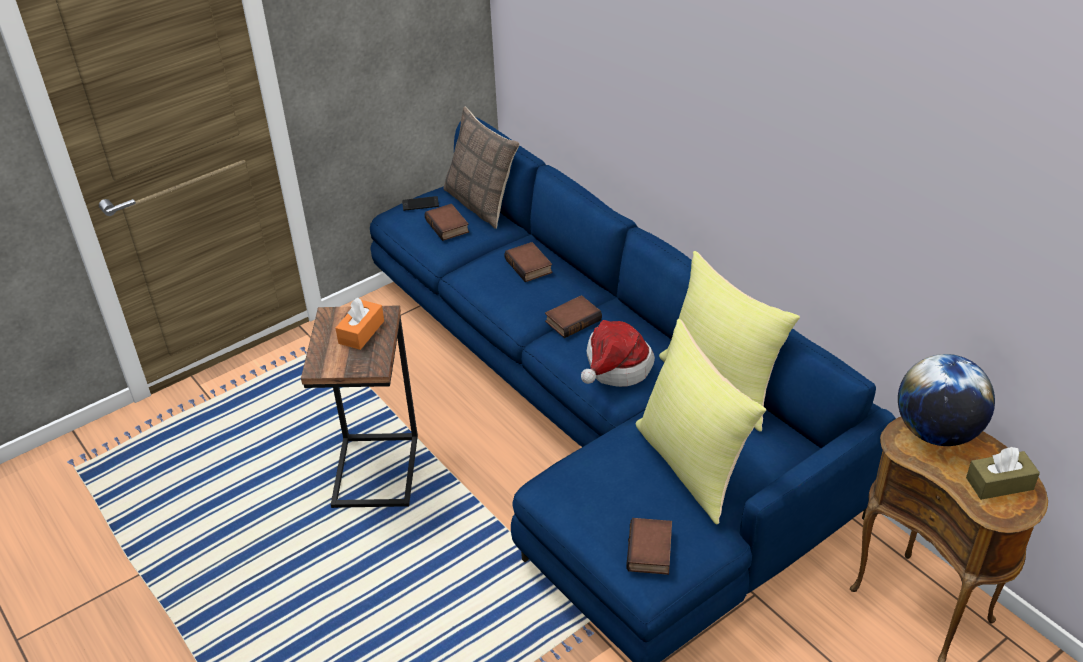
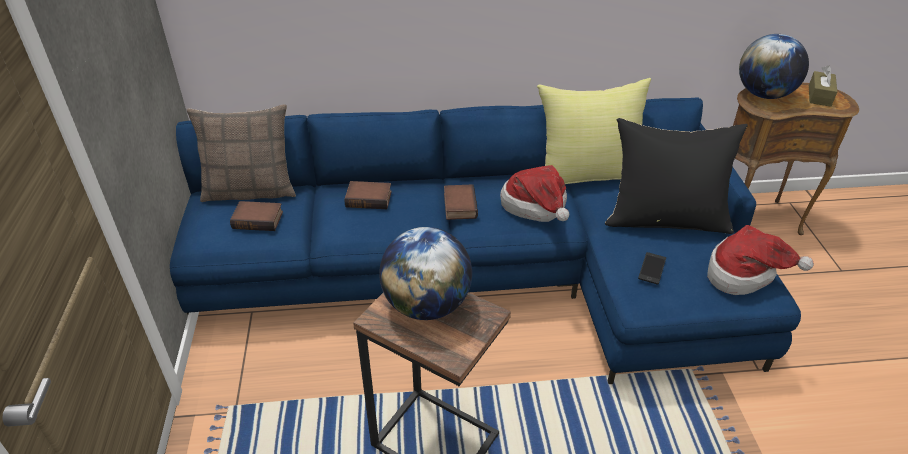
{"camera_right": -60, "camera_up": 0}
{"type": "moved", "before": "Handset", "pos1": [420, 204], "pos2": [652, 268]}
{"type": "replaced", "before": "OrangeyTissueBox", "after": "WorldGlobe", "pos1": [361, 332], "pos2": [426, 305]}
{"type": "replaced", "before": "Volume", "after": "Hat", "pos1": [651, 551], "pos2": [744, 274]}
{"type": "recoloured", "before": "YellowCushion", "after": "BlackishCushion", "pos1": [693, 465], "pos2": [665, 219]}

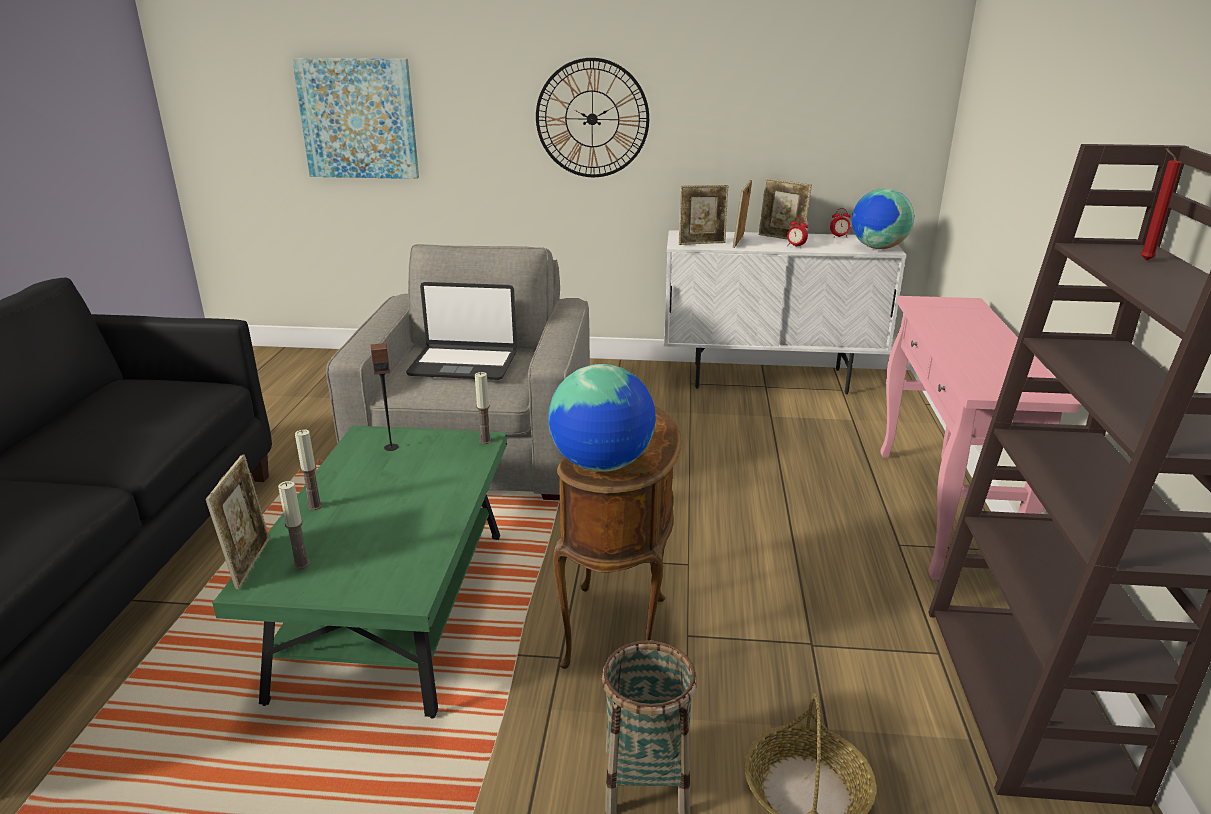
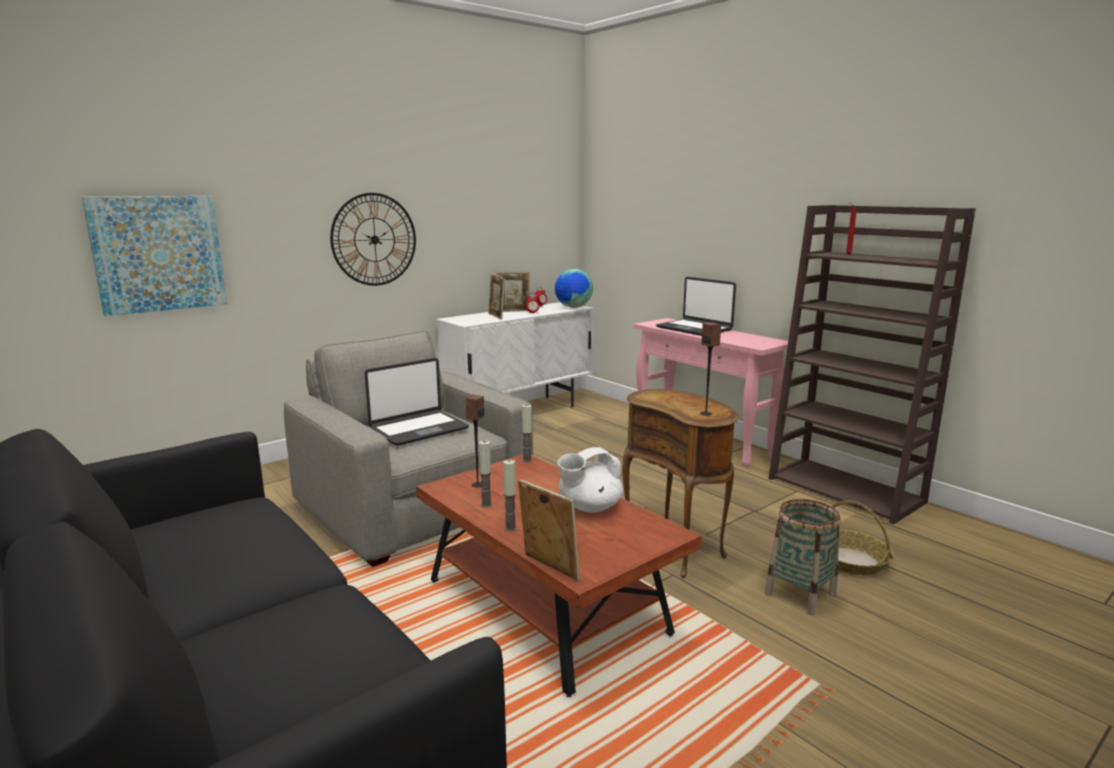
{"camera_right": -45, "camera_up": -10}
{"type": "removed", "before": "StandingFrame", "pos1": [701, 243]}
{"type": "added", "after": "WhitishTeaPot", "pos2": [589, 507]}
{"type": "added", "after": "PortableComputer", "pos2": [694, 329]}
{"type": "moved", "before": "WaxCandle", "pos1": [301, 564], "pos2": [486, 504]}
{"type": "replaced", "before": "WorldGlobe", "after": "AudioSpeaker", "pos1": [602, 464], "pos2": [706, 413]}
{"type": "recoloured", "before": "GreenishLoungeTable", "after": "BrownishLoungeTable", "pos1": [397, 612], "pos2": [546, 607]}

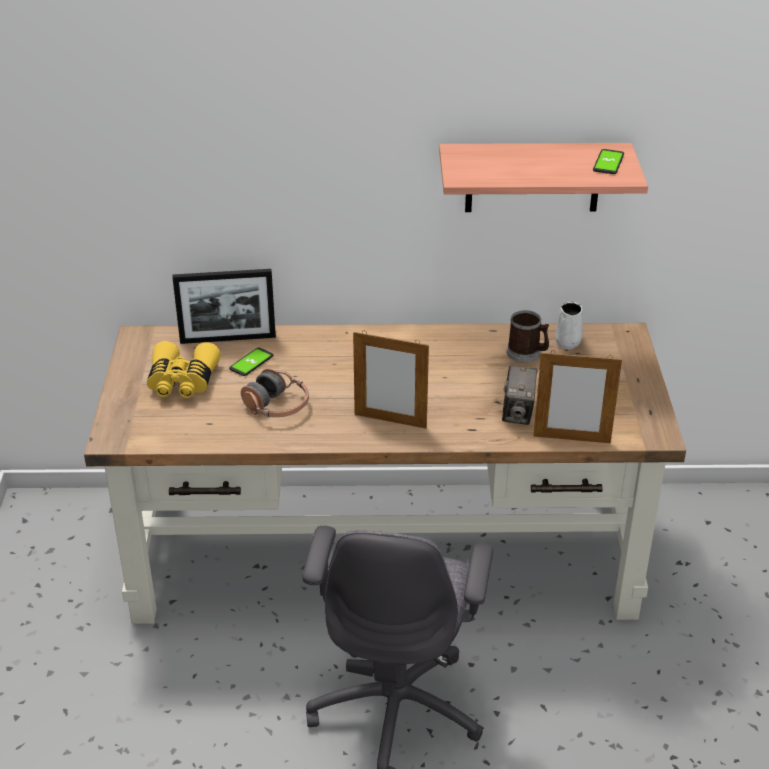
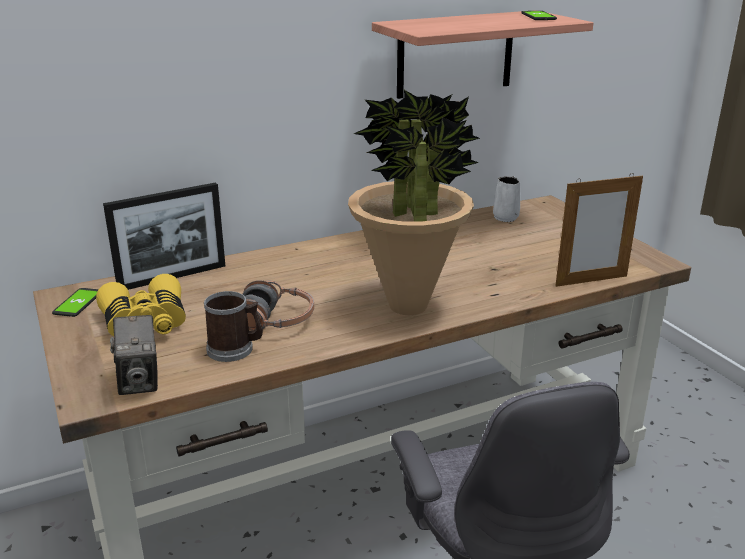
{"camera_right": -25, "camera_up": -10}
{"type": "moved", "before": "Handset", "pos1": [251, 362], "pos2": [78, 303]}
{"type": "moved", "before": "PhotoCamera", "pos1": [518, 413], "pos2": [139, 381]}
{"type": "moved", "before": "CoffeeMug", "pos1": [527, 353], "pos2": [235, 349]}
{"type": "replaced", "before": "StandingFrame", "after": "PlantInAPot", "pos1": [390, 421], "pos2": [409, 305]}

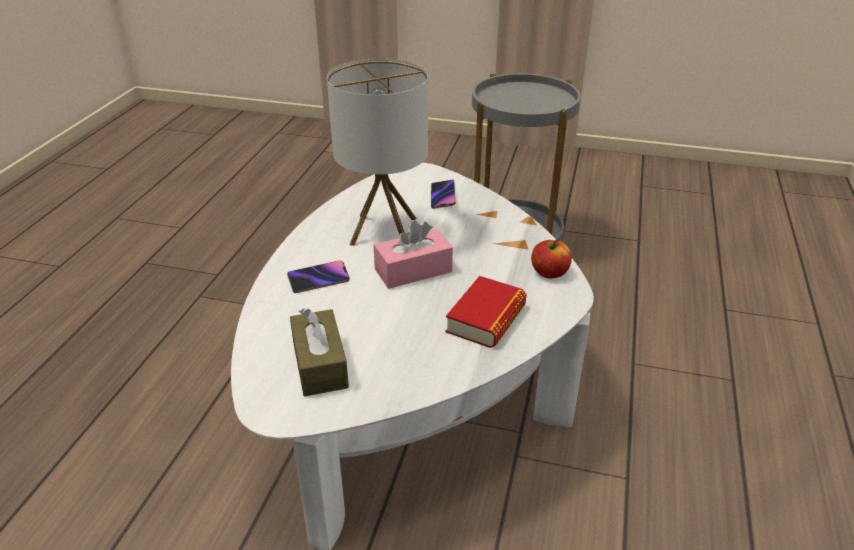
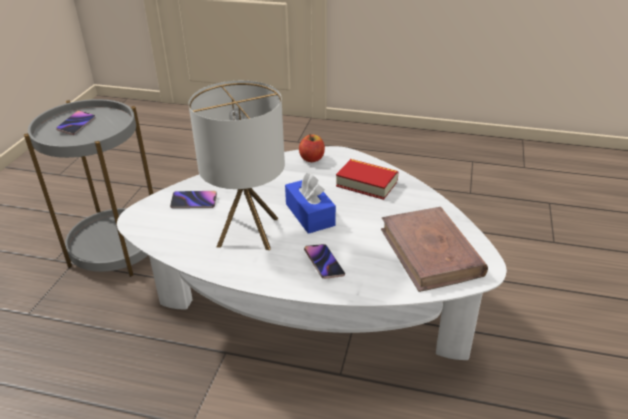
{"camera_right": -90, "camera_up": 0}
{"type": "added", "after": "Handset", "pos2": [76, 125]}
{"type": "replaced", "before": "BrownishTissueBox", "after": "BrownishVolume", "pos1": [320, 364], "pos2": [431, 252]}
{"type": "recoloured", "before": "PinkTissueBox", "after": "BlueTissueBox", "pos1": [413, 270], "pos2": [310, 214]}

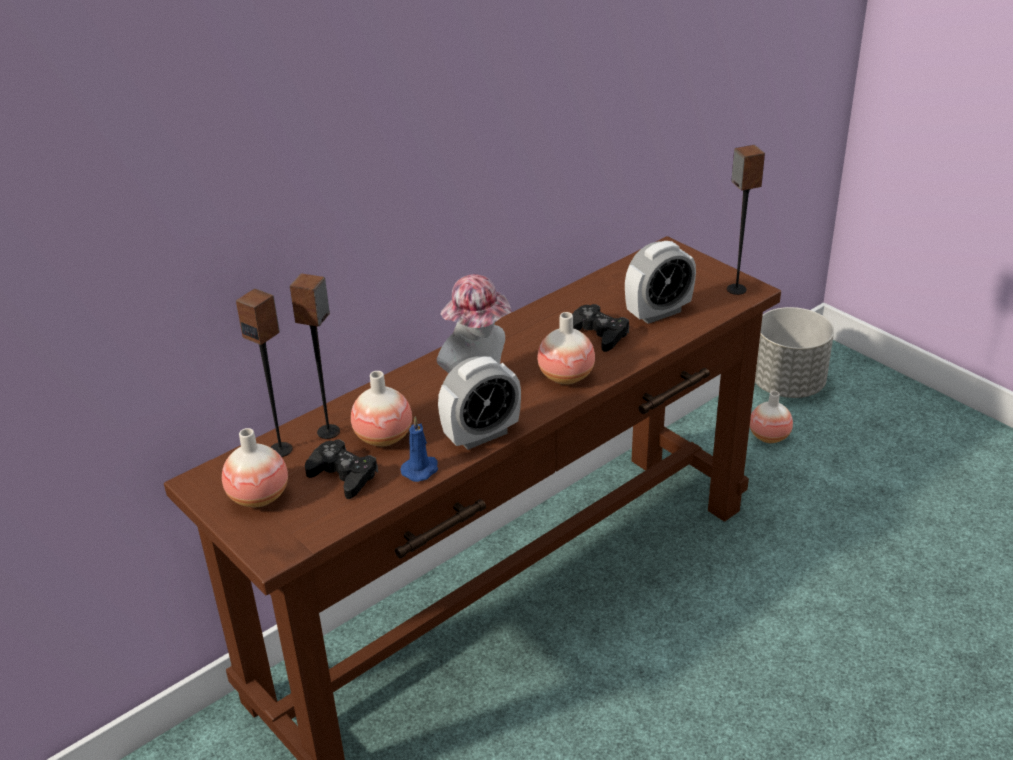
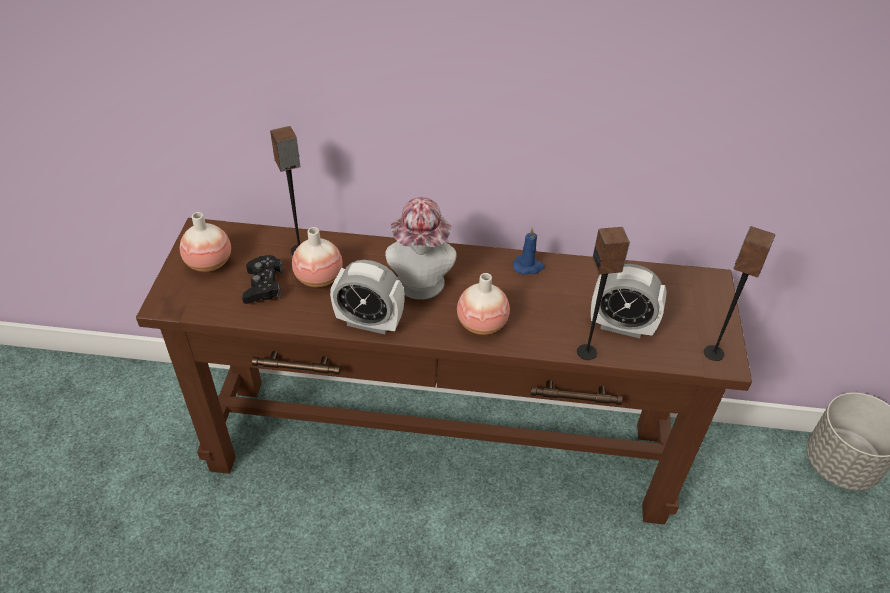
{"camera_right": 45, "camera_up": 10}
{"type": "removed", "before": "BlackishGamepad", "pos1": [598, 334]}
{"type": "removed", "before": "DecorativeVase", "pos1": [769, 437]}
{"type": "moved", "before": "AudioSpeaker", "pos1": [281, 449], "pos2": [587, 352]}
{"type": "moved", "before": "BlueWaxCandle", "pos1": [421, 469], "pos2": [528, 267]}

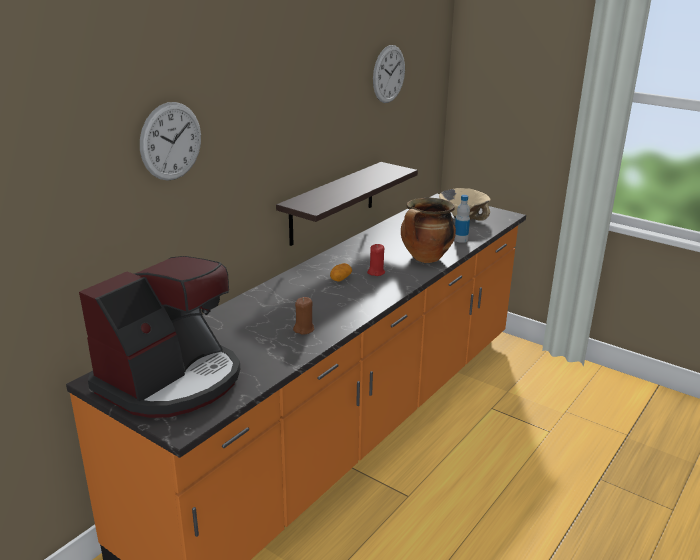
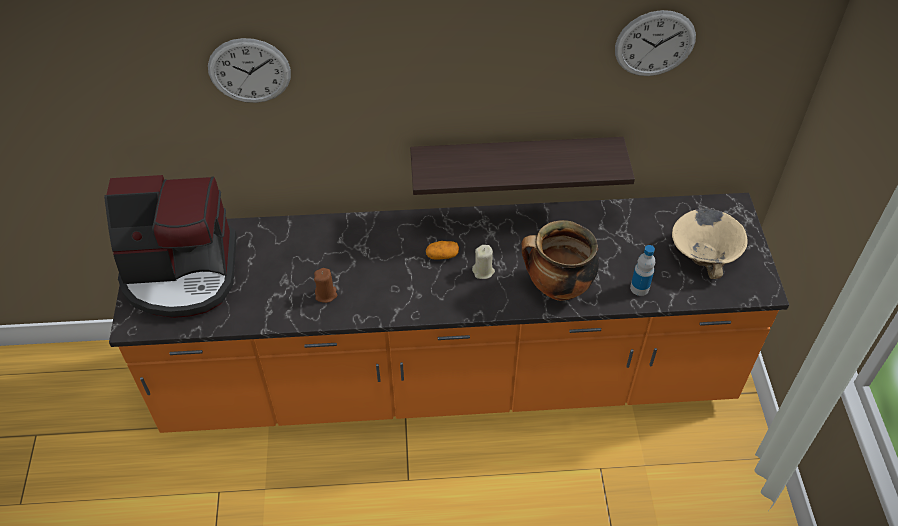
{"camera_right": 50, "camera_up": 25}
{"type": "recoloured", "before": "RedWaxCandle", "after": "BeigeColouredWaxCandle", "pos1": [376, 272], "pos2": [483, 271]}

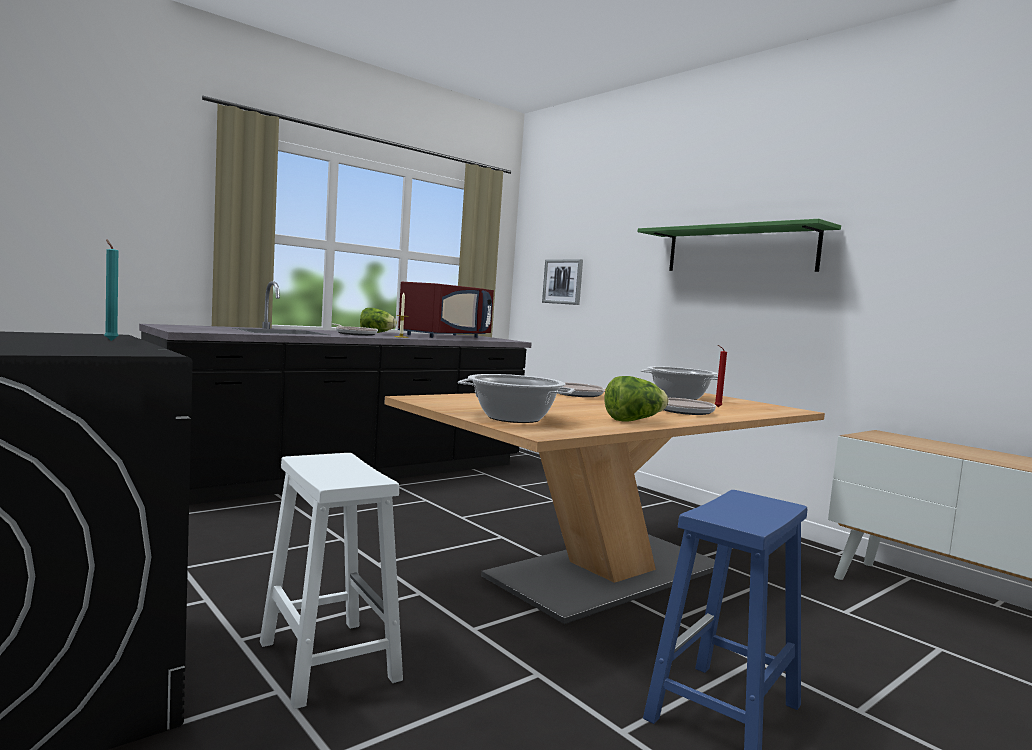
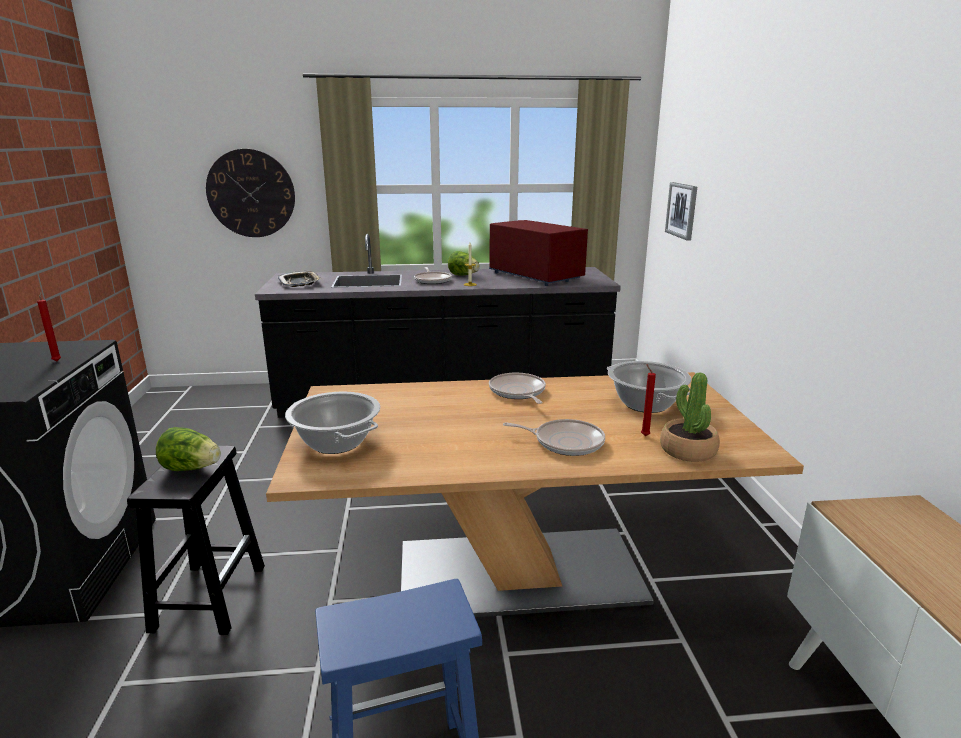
{"camera_right": 35, "camera_up": 15}
{"type": "removed", "before": "GreenishShelf", "pos1": [739, 250]}
{"type": "added", "after": "WallClock", "pos2": [251, 193]}
{"type": "added", "after": "Tray", "pos2": [300, 283]}
{"type": "added", "after": "PlantInAPot", "pos2": [687, 450]}
{"type": "moved", "before": "HeadOfLettuce", "pos1": [633, 420], "pos2": [192, 468]}
{"type": "recoloured", "before": "TurquoiseWaxCandle", "after": "RedWaxCandle", "pos1": [110, 340], "pos2": [57, 361]}
{"type": "recoloured", "before": "WhitishSittingStool", "after": "BlackishSittingStool", "pos1": [327, 659], "pos2": [210, 596]}
{"type": "turned", "before": "RedKitchenMicrowave", "pos1": [445, 336], "pos2": [534, 276], "turn": -105}

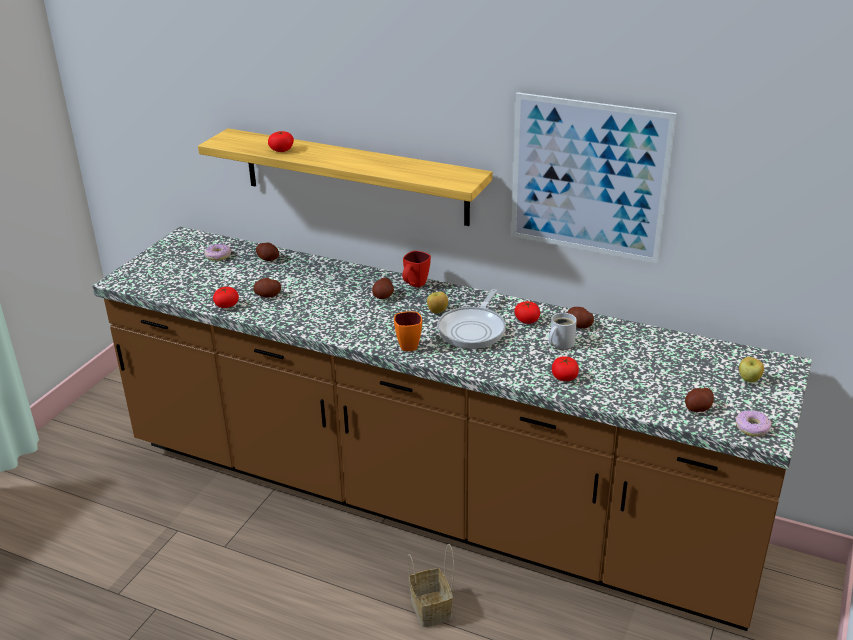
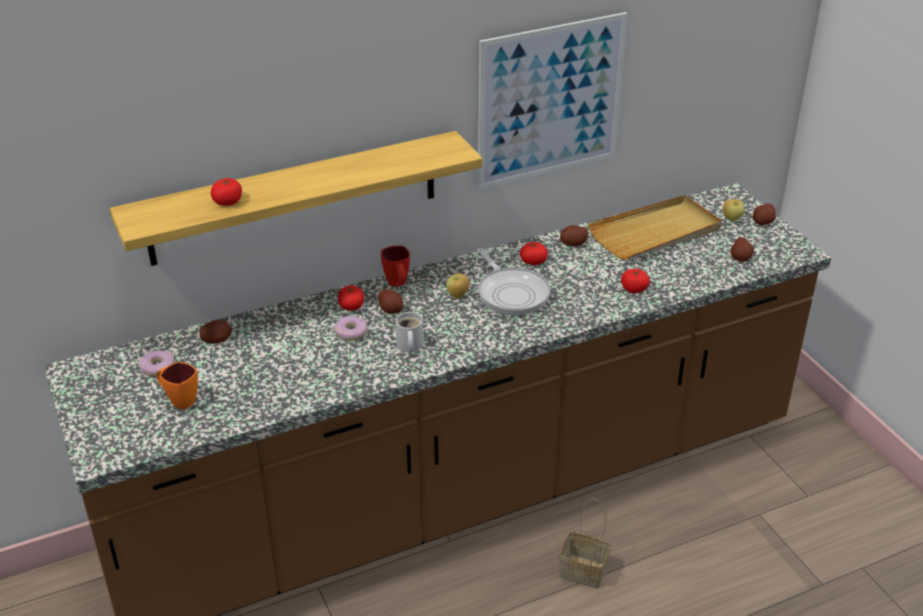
{"camera_right": -50, "camera_up": 5}
{"type": "added", "after": "BeigeColouredTray", "pos2": [655, 232]}
{"type": "moved", "before": "WholeTomato", "pos1": [226, 305], "pos2": [351, 306]}
{"type": "moved", "before": "Spud", "pos1": [268, 295], "pos2": [763, 222]}
{"type": "moved", "before": "OrangeyCoffeeMug", "pos1": [408, 344], "pos2": [179, 400]}
{"type": "moved", "before": "WhitishCoffeeMug", "pos1": [559, 343], "pos2": [409, 346]}
{"type": "moved", "before": "Doughnut", "pos1": [752, 428], "pos2": [351, 332]}

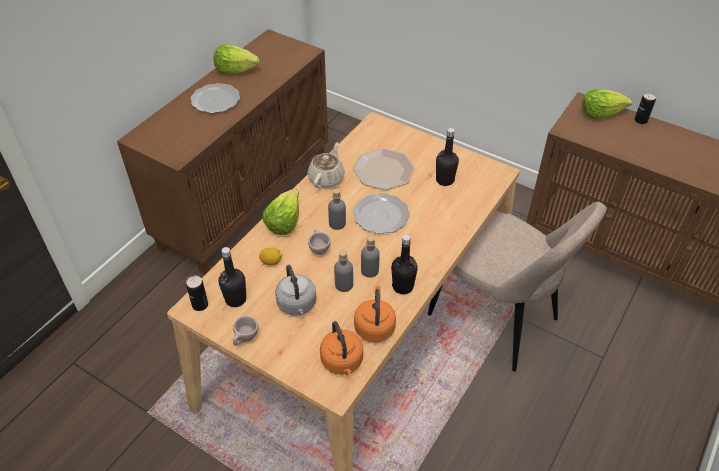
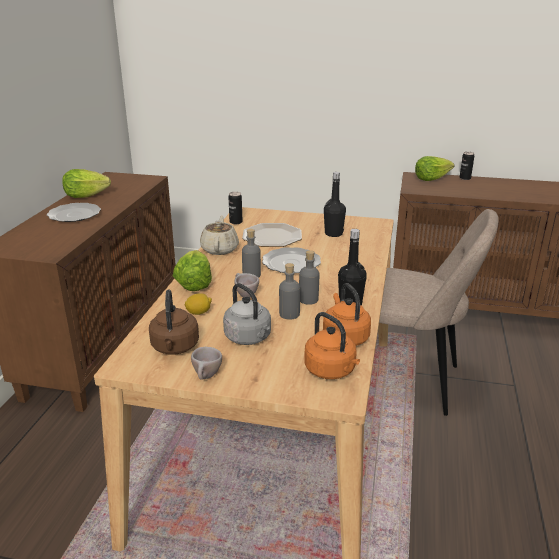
{"camera_right": -20, "camera_up": -20}
{"type": "moved", "before": "MetalCan", "pos1": [200, 305], "pos2": [236, 222]}
{"type": "replaced", "before": "BlackishDrinkBottle", "after": "BrownishKettle", "pos1": [235, 299], "pos2": [175, 348]}

